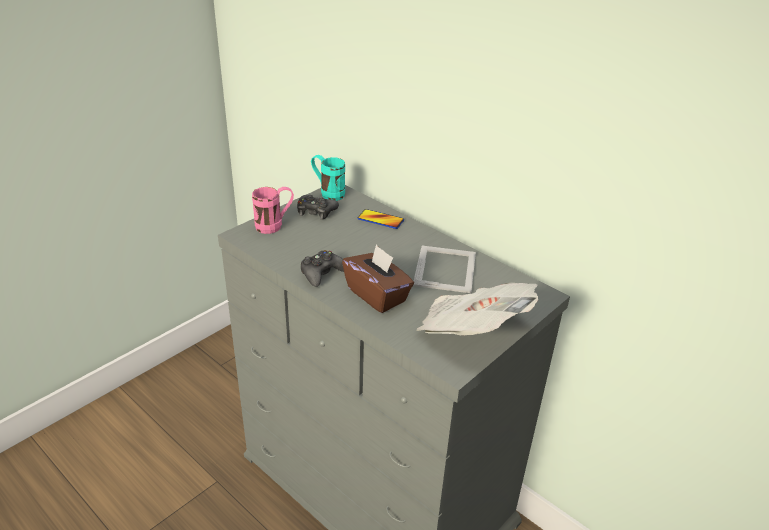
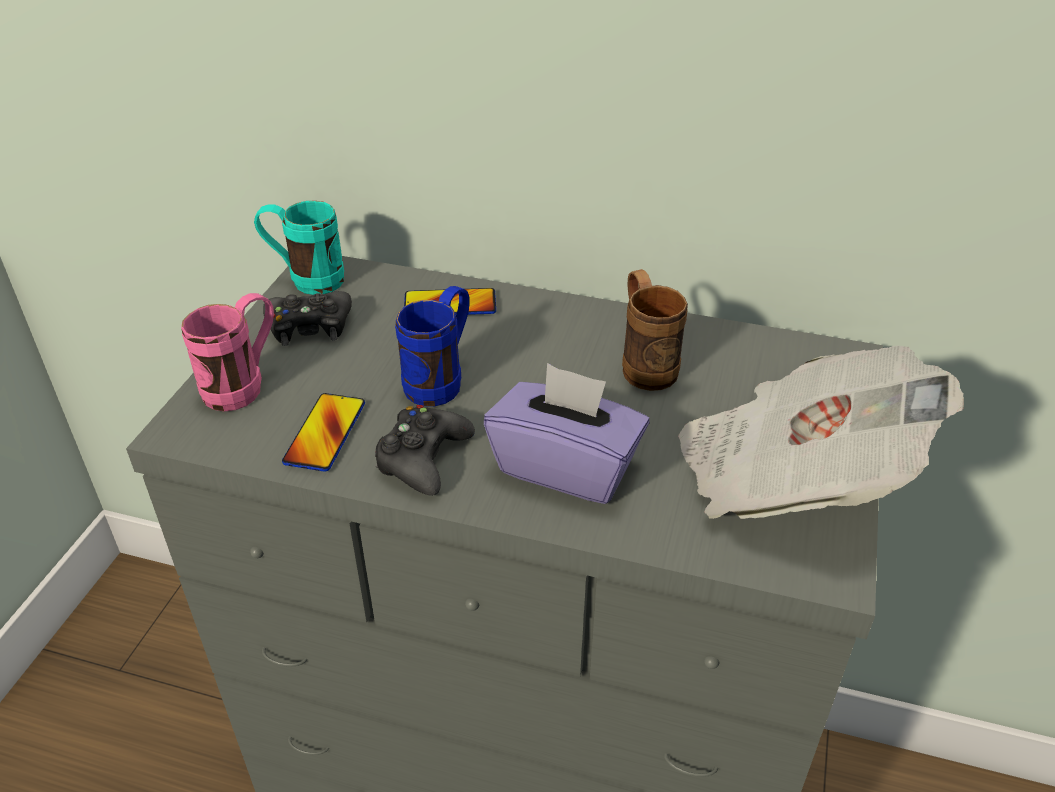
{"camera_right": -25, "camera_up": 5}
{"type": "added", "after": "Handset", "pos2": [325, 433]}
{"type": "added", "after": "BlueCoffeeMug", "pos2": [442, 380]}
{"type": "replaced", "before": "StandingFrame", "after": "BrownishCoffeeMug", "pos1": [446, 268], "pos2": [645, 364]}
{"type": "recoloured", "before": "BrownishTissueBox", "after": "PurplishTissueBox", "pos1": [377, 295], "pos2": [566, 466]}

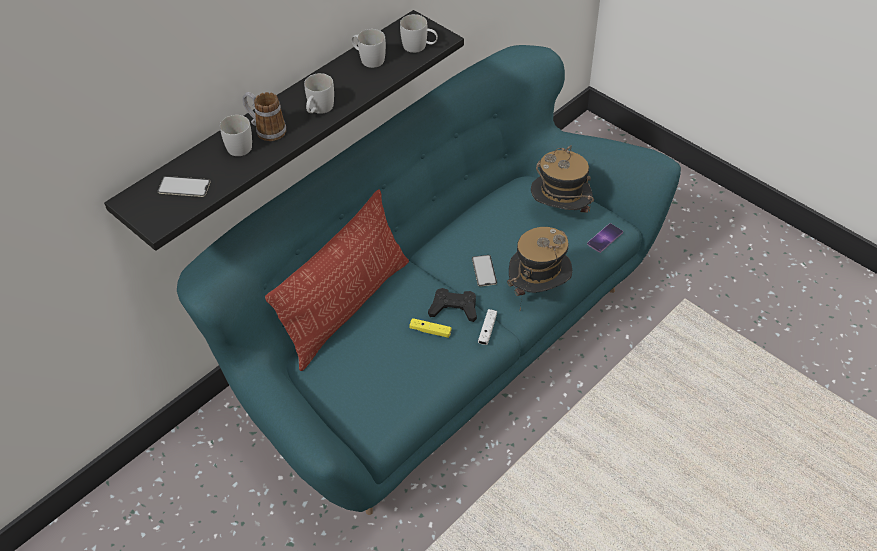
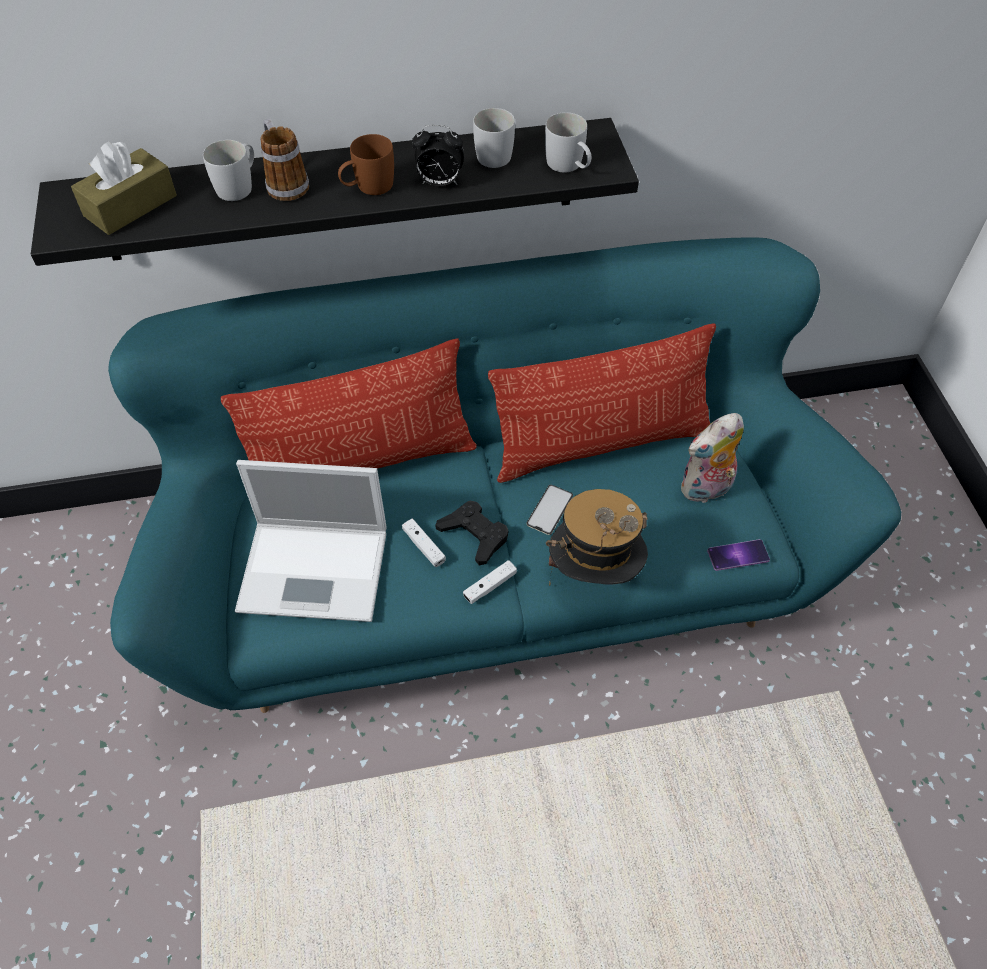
{"camera_right": 35, "camera_up": 5}
{"type": "added", "after": "PortableComputer", "pos2": [317, 570]}
{"type": "added", "after": "BedsideClock", "pos2": [439, 183]}
{"type": "added", "after": "Cushion", "pos2": [601, 444]}
{"type": "replaced", "before": "Handset", "after": "BrownishTissueBox", "pos1": [184, 187], "pos2": [130, 206]}
{"type": "replaced", "before": "Hat", "after": "CuddlyToy", "pos1": [559, 213], "pos2": [706, 490]}
{"type": "recoloured", "before": "WhitishCoffeeMug", "after": "BrownishCoffeeMug", "pos1": [318, 109], "pos2": [368, 187]}
{"type": "recoloured", "before": "YellowGamepad", "after": "WhitishGamepad", "pos1": [430, 331], "pos2": [424, 546]}

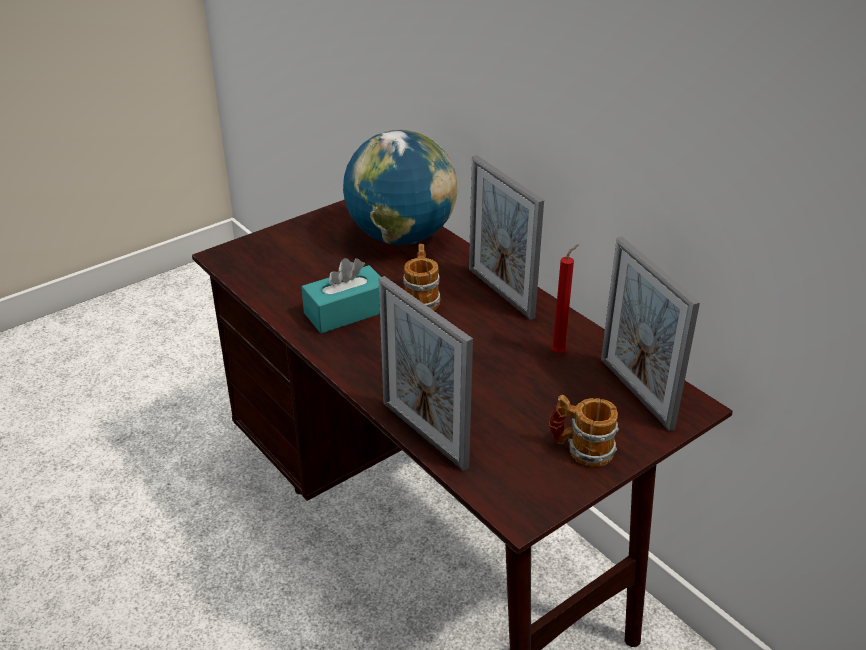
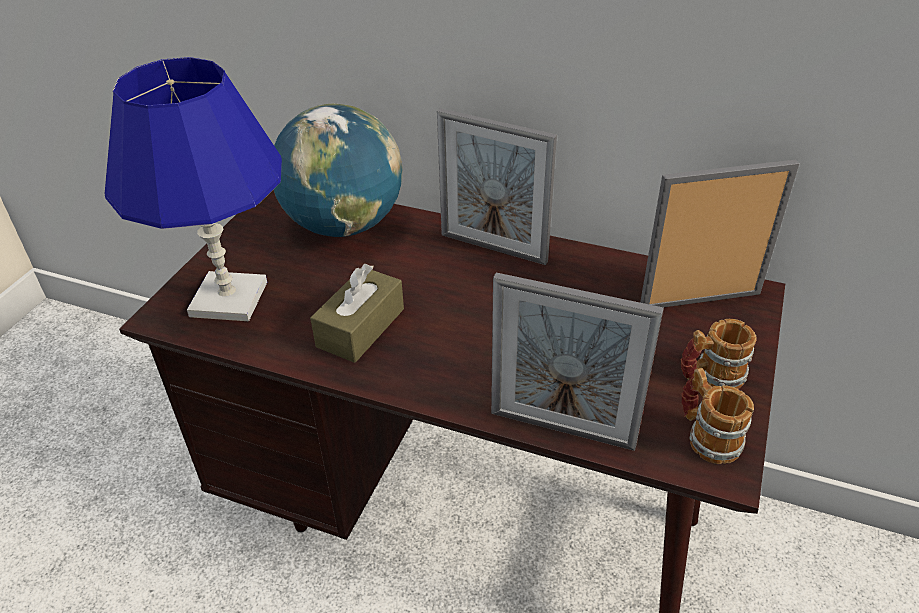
{"camera_right": -30, "camera_up": 5}
{"type": "removed", "before": "RedWaxCandle", "pos1": [560, 352]}
{"type": "added", "after": "BlueTableLamp", "pos2": [229, 298]}
{"type": "moved", "before": "CoffeeMug", "pos1": [421, 298], "pos2": [706, 436]}
{"type": "recoloured", "before": "TurquoiseTissueBox", "after": "BrownishTissueBox", "pos1": [346, 312], "pos2": [360, 327]}
{"type": "turned", "before": "StandingFrame", "pos1": [636, 393], "pos2": [700, 300], "turn": 135}

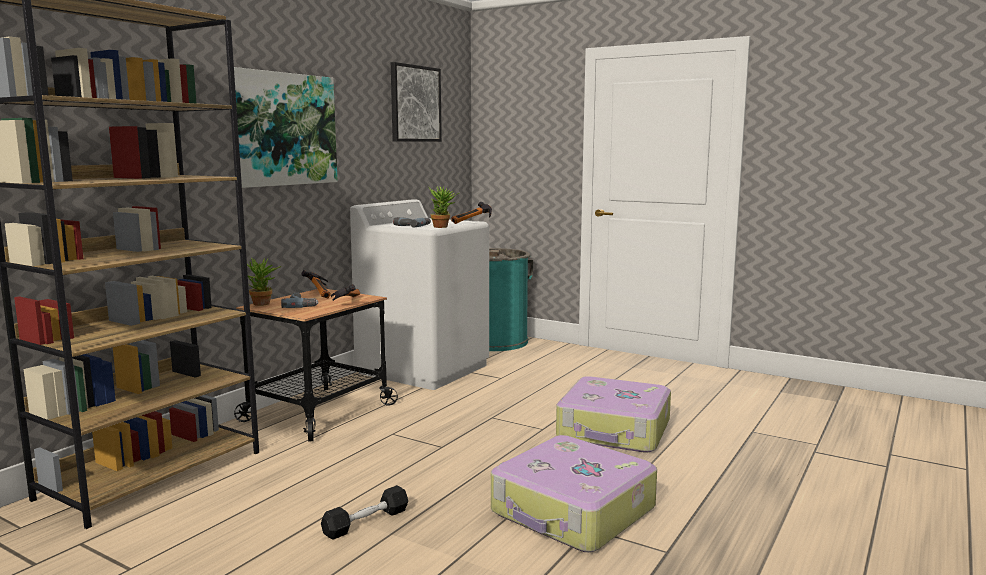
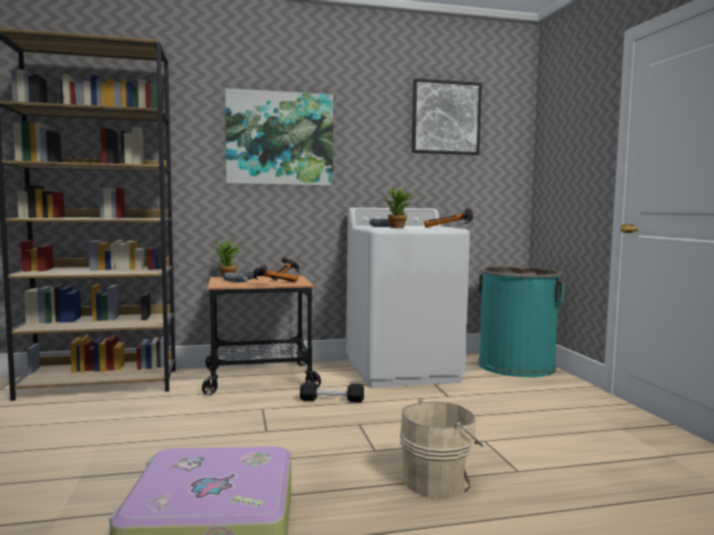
{"camera_right": 45, "camera_up": -5}
{"type": "moved", "before": "BlackishDumbbell", "pos1": [366, 522], "pos2": [332, 400]}
{"type": "replaced", "before": "TravelCase", "after": "BeigeColouredPail", "pos1": [614, 430], "pos2": [439, 481]}

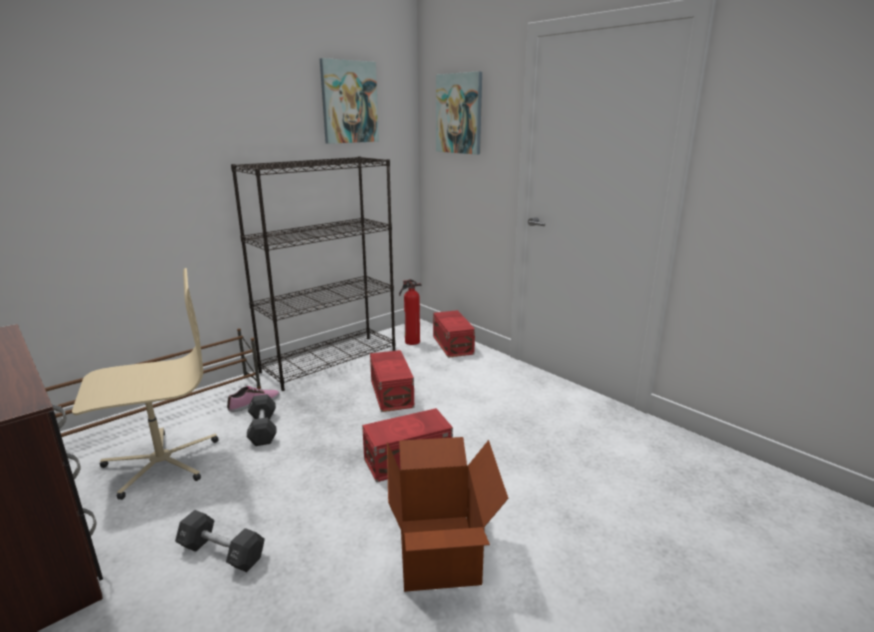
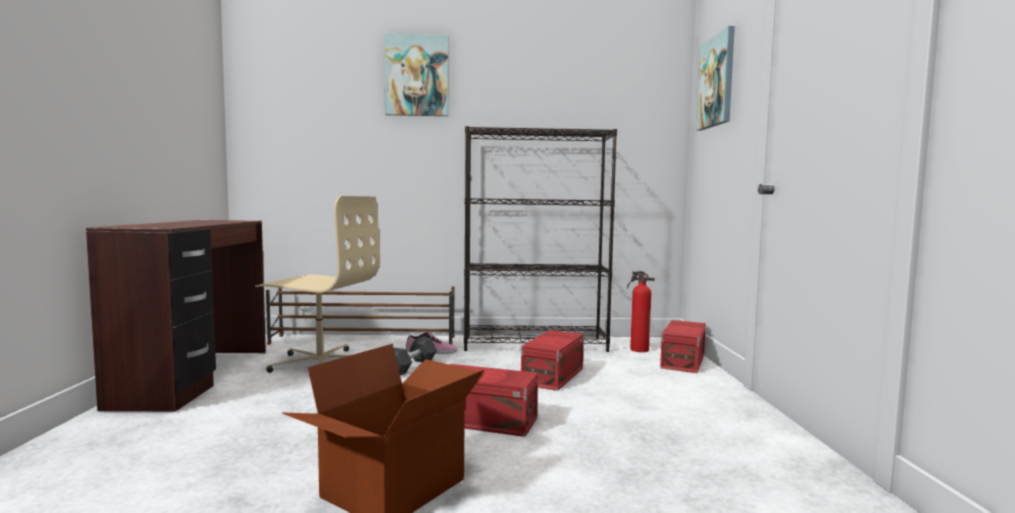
{"camera_right": 40, "camera_up": -15}
{"type": "removed", "before": "BlackishDumbbell", "pos1": [222, 552]}
{"type": "moved", "before": "WallArt", "pos1": [349, 102], "pos2": [417, 76]}

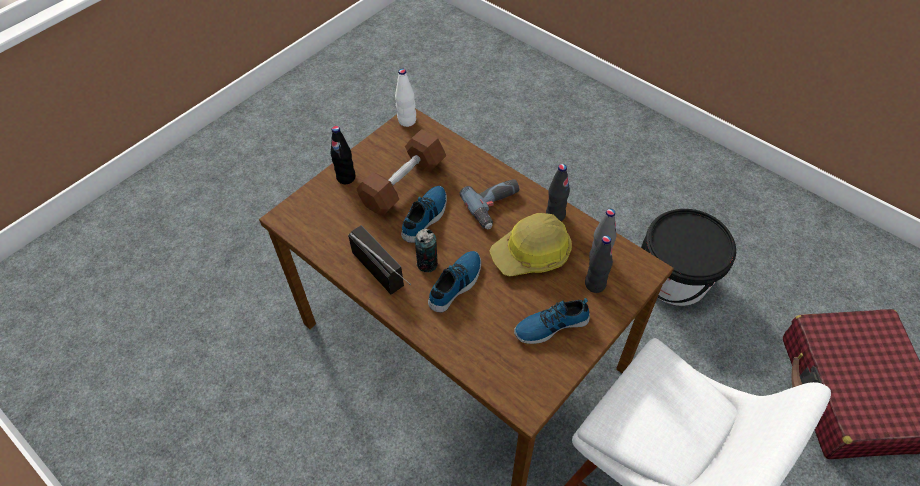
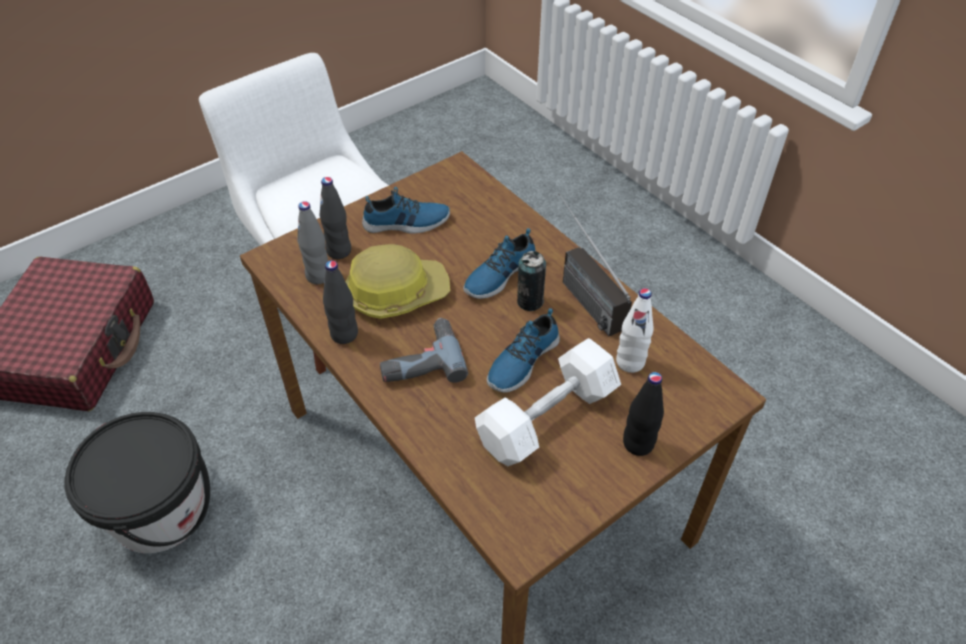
{"camera_right": -170, "camera_up": -5}
{"type": "moved", "before": "WhitishDrinkBottle", "pos1": [407, 121], "pos2": [630, 362]}
{"type": "recoloured", "before": "BrownishDumbbell", "after": "WhitishDumbbell", "pos1": [403, 184], "pos2": [547, 417]}

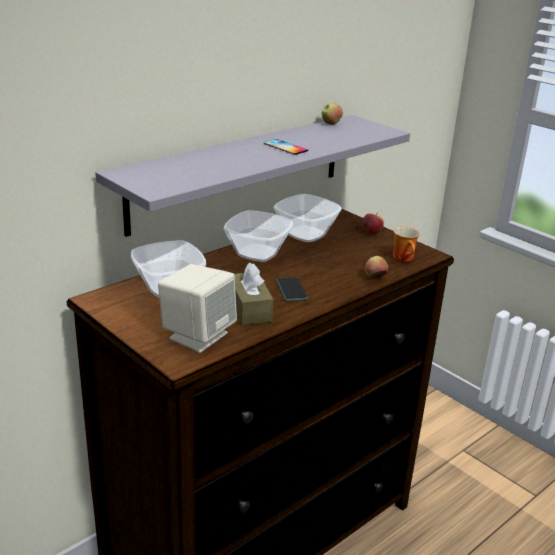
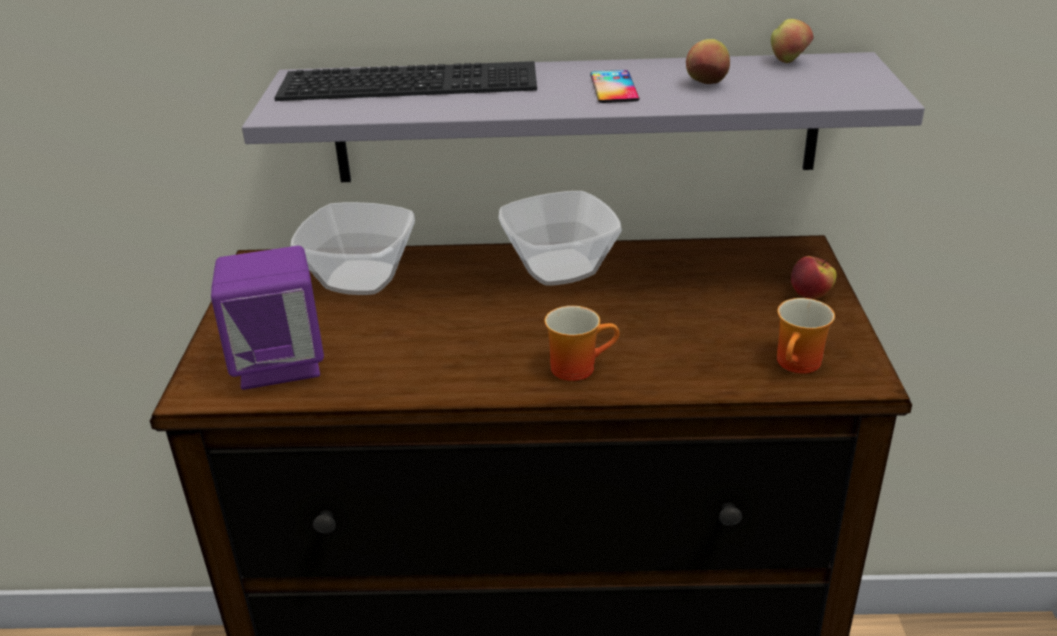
{"camera_right": 45, "camera_up": 5}
{"type": "removed", "before": "BrownishTissueBox", "pos1": [249, 308]}
{"type": "removed", "before": "ServingBowl", "pos1": [307, 234]}
{"type": "removed", "before": "Handset", "pos1": [291, 290]}
{"type": "added", "after": "ComputerKeyboard", "pos2": [412, 80]}
{"type": "added", "after": "CoffeeMug", "pos2": [577, 366]}
{"type": "moved", "before": "Apple", "pos1": [375, 278], "pos2": [707, 84]}
{"type": "recoloured", "before": "BeigeColouredAudioSpeaker", "after": "PurplishAudioSpeaker", "pos1": [198, 335], "pos2": [280, 363]}

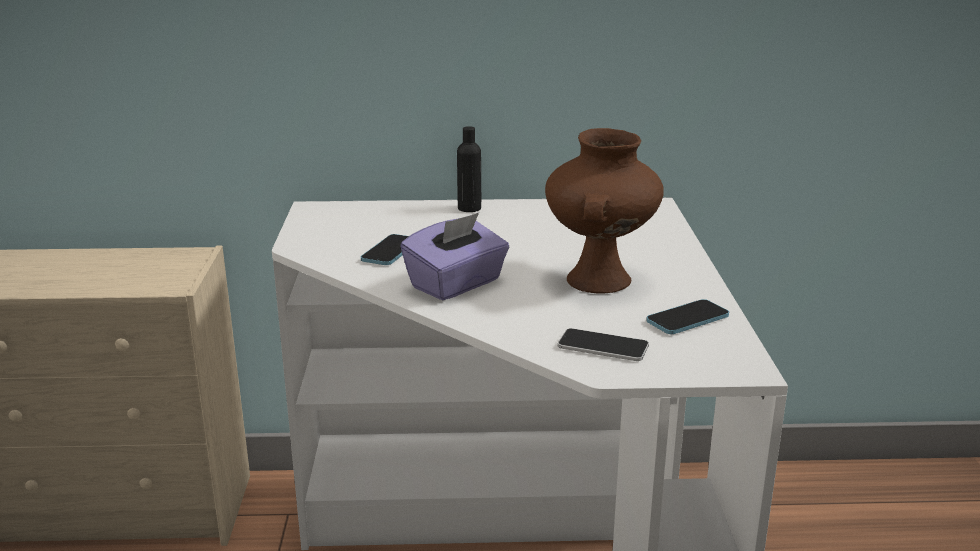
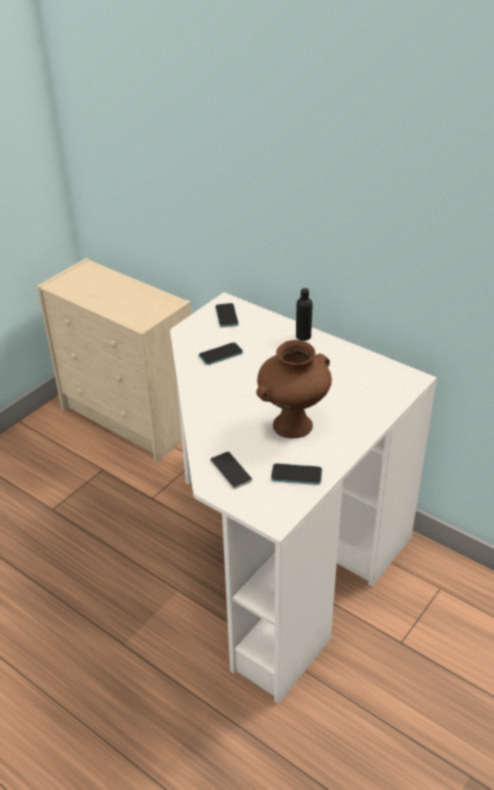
{"camera_right": 40, "camera_up": 15}
{"type": "removed", "before": "PurplishTissueBox", "pos1": [456, 284]}
{"type": "added", "after": "Handset", "pos2": [226, 316]}

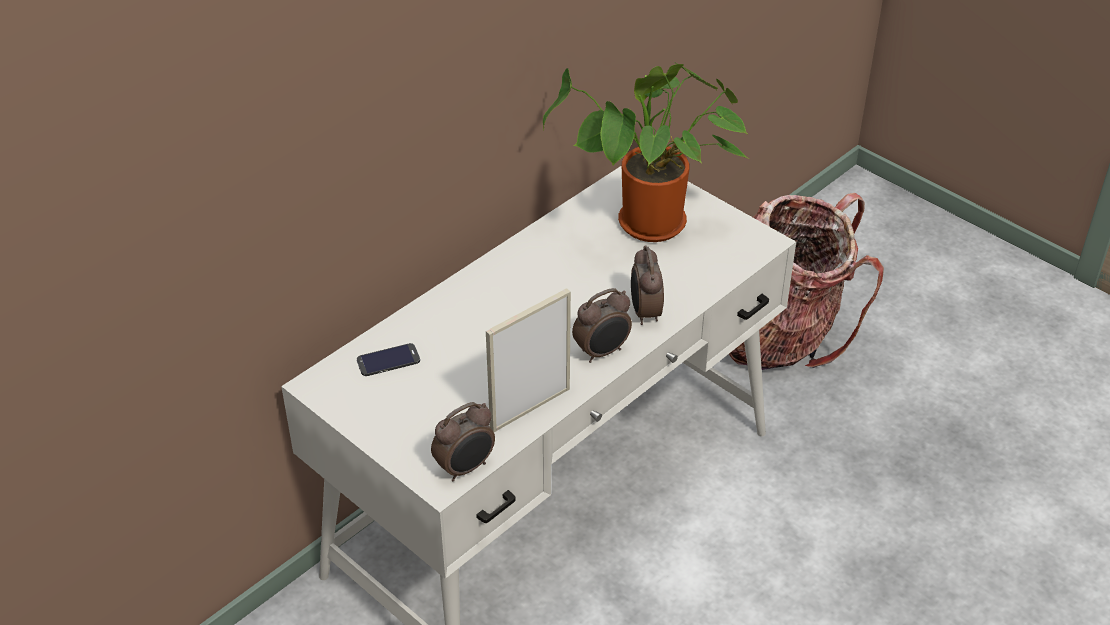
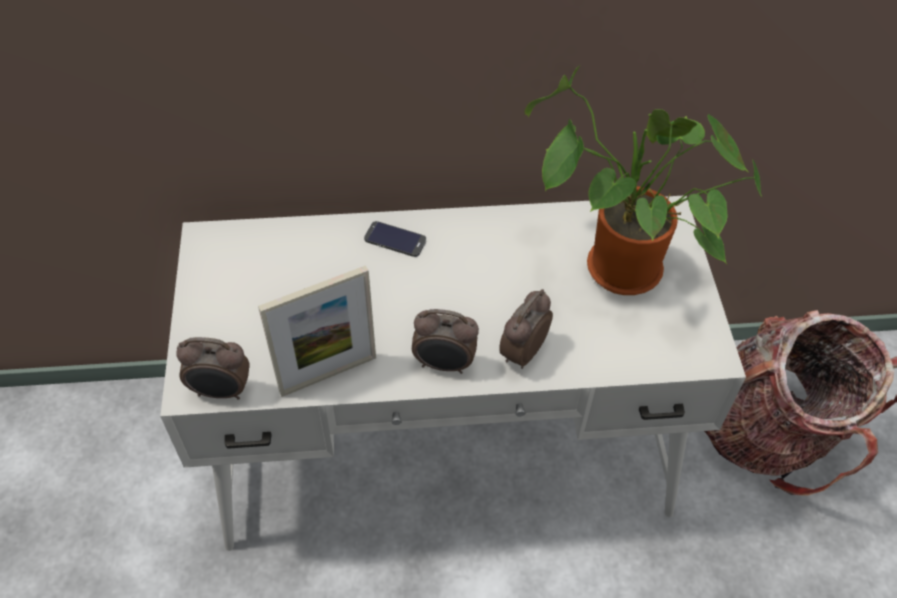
{"camera_right": 40, "camera_up": 10}
{"type": "moved", "before": "Handset", "pos1": [388, 360], "pos2": [395, 239]}
{"type": "turned", "before": "StandingFrame", "pos1": [530, 408], "pos2": [328, 374], "turn": 150}

